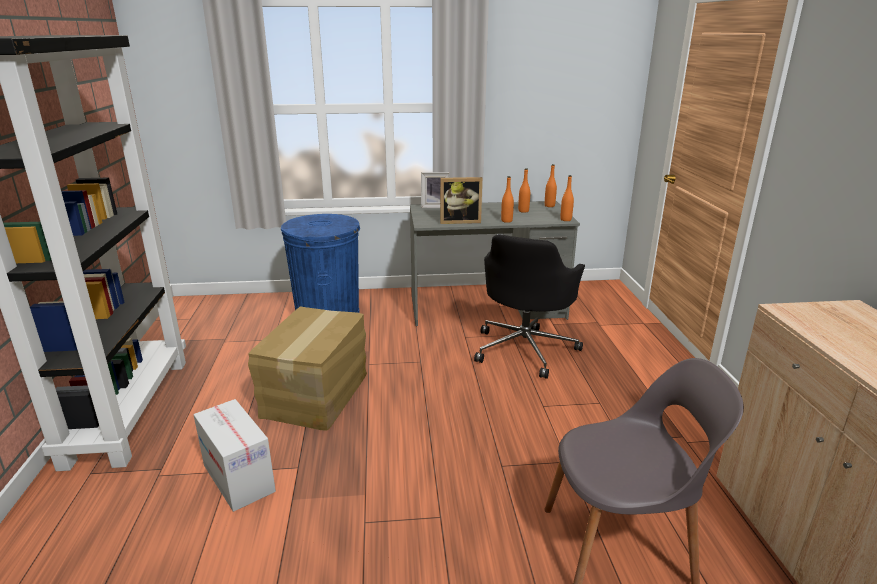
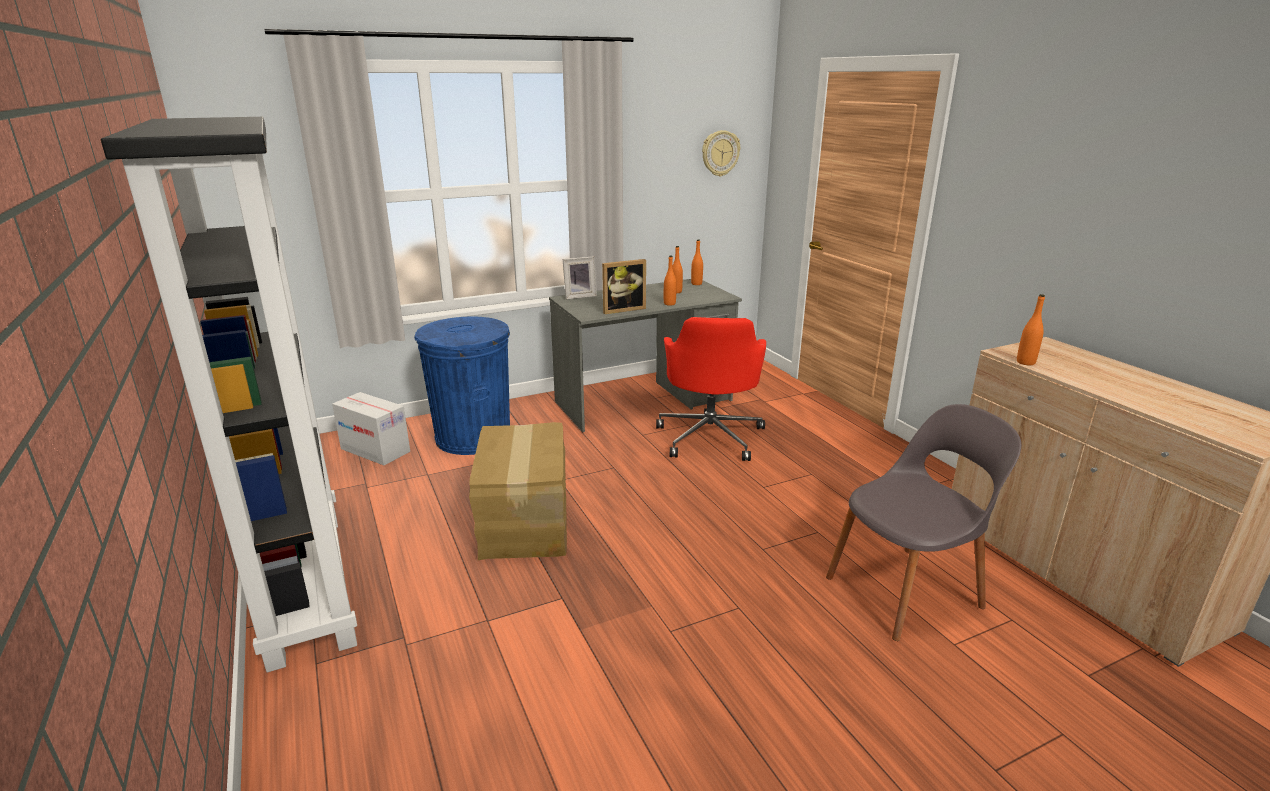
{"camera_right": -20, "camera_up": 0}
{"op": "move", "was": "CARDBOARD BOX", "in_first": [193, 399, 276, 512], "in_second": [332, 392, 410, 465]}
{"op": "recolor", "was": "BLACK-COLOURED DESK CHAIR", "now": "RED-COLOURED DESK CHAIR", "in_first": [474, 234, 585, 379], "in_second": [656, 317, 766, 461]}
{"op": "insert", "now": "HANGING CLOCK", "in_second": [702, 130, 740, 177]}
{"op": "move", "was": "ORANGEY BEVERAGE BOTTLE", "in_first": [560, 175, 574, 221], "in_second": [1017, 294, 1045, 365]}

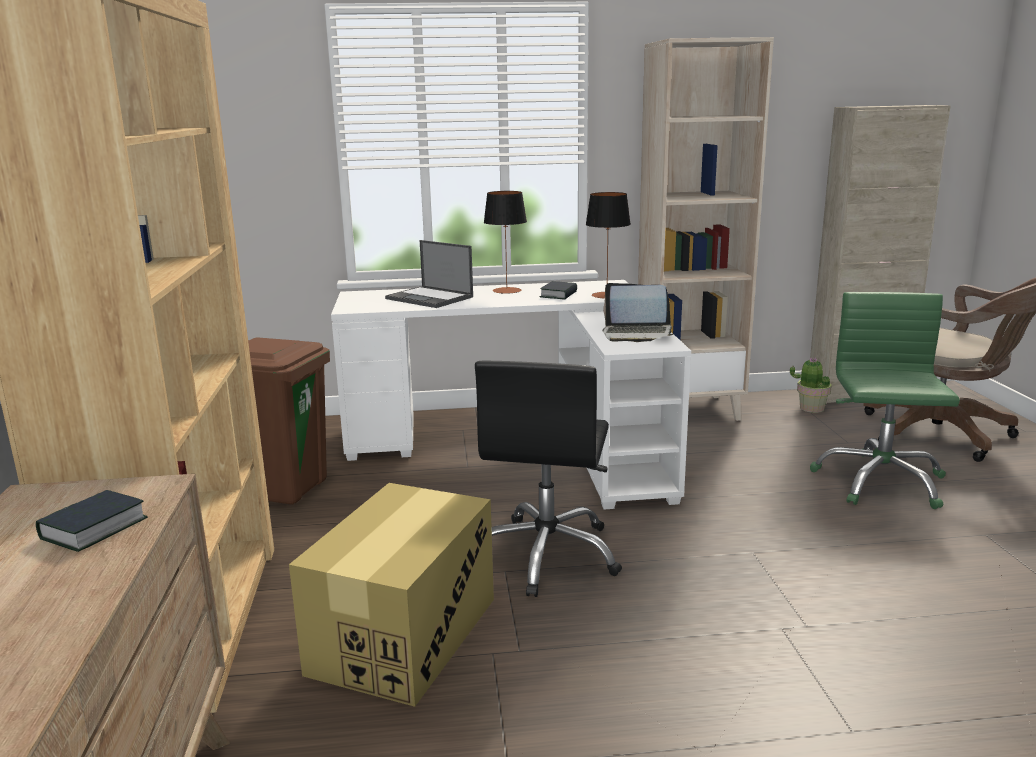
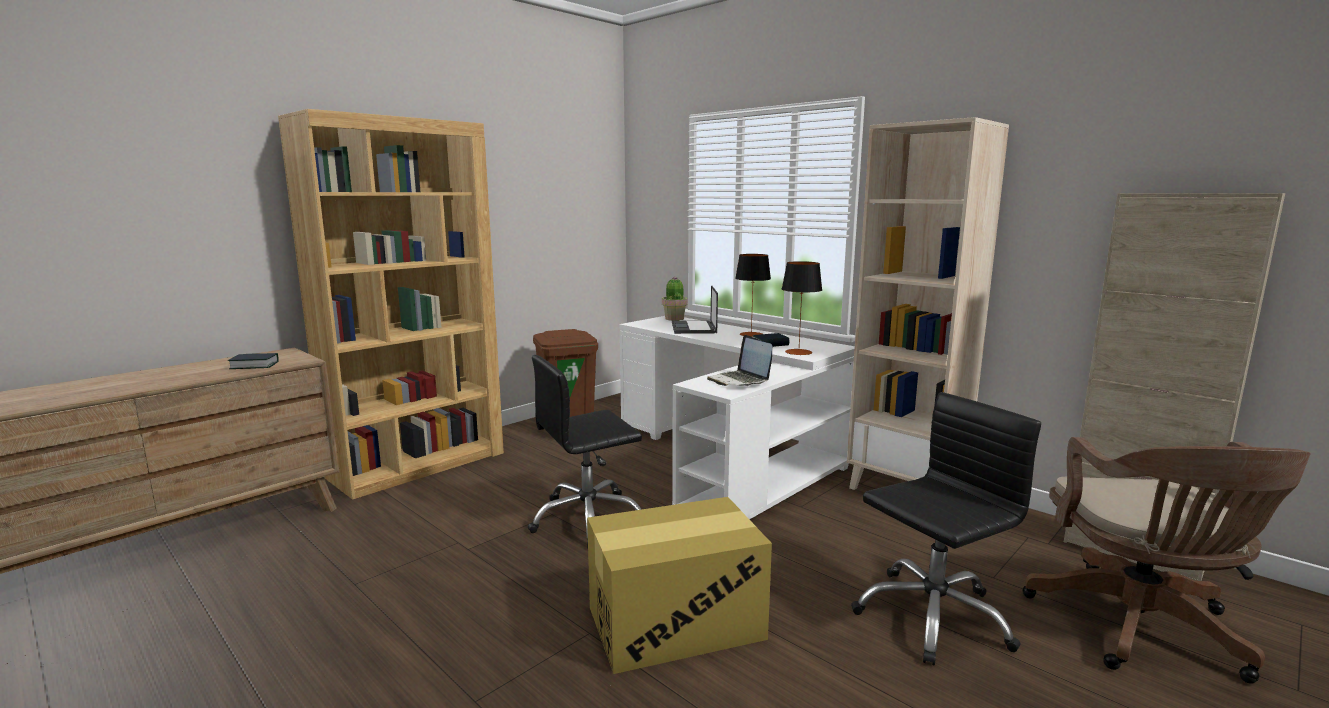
{"camera_right": 50, "camera_up": -5}
{"op": "move", "was": "CARDBOARD BOX", "in_first": [289, 483, 494, 707], "in_second": [587, 497, 772, 674]}
{"op": "move", "was": "HOUSEPLANT", "in_first": [790, 357, 832, 413], "in_second": [662, 277, 688, 321]}
{"op": "recolor", "was": "GREEN DESK CHAIR", "now": "BLACK-COLOURED DESK CHAIR", "in_first": [810, 292, 960, 509], "in_second": [851, 392, 1041, 665]}

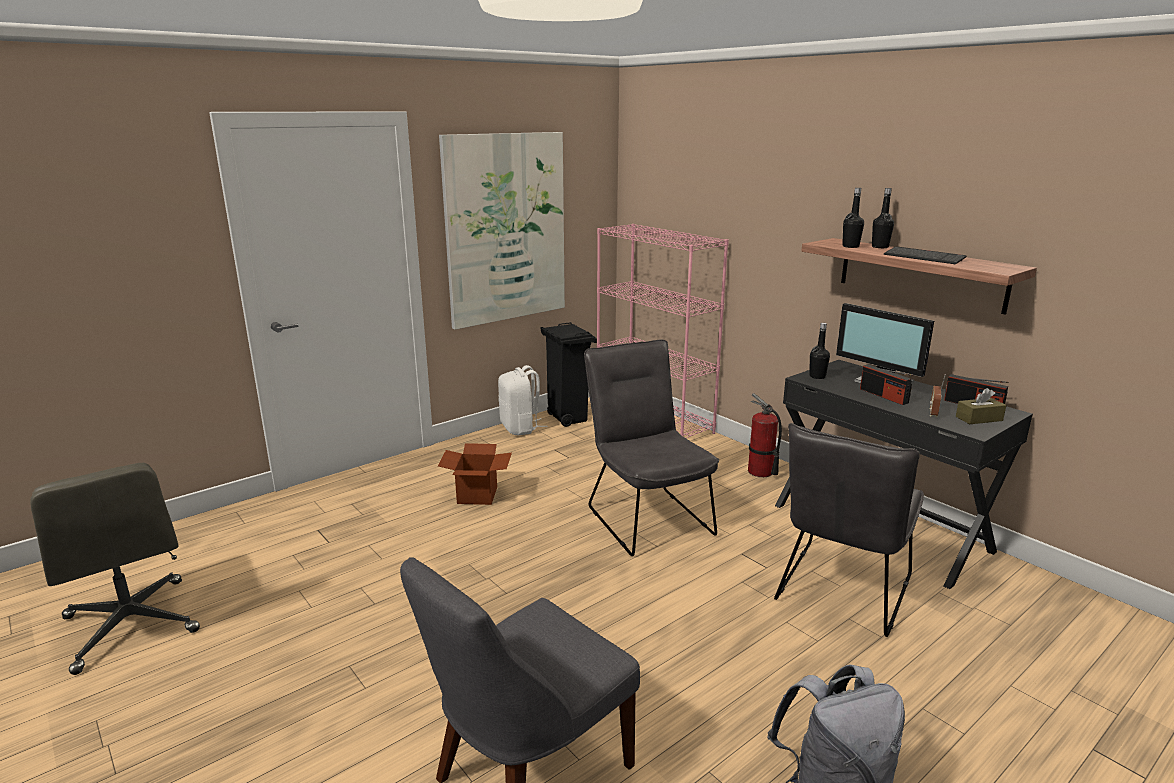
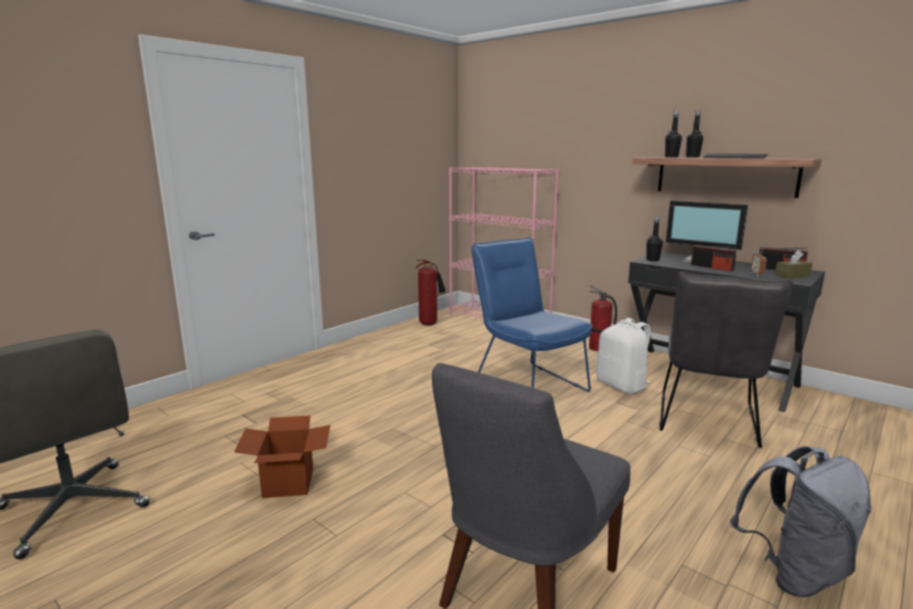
{"camera_right": -10, "camera_up": -5}
{"op": "move", "was": "CARDBOARD BOX", "in_first": [438, 443, 512, 505], "in_second": [234, 416, 330, 498]}
{"op": "replace", "was": "BLACK-COLOURED WASTE BIN", "now": "FIRE EXTINGUISHER", "in_first": [540, 322, 597, 427], "in_second": [416, 260, 446, 325]}
{"op": "recolor", "was": "GREYISH UPRIGHT CHAIR", "now": "BLUE UPRIGHT CHAIR", "in_first": [584, 340, 719, 556], "in_second": [472, 238, 593, 392]}
{"op": "move", "was": "WHITISH BACKPACK", "in_first": [498, 365, 548, 435], "in_second": [596, 318, 651, 394]}
{"op": "delete", "was": "WALL ART", "in_first": [439, 132, 565, 330]}

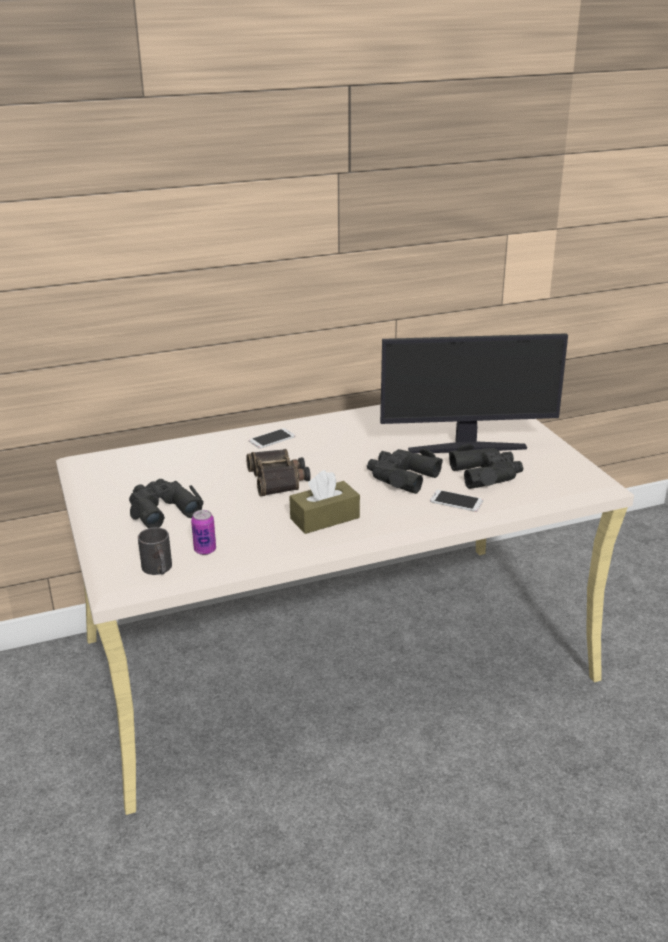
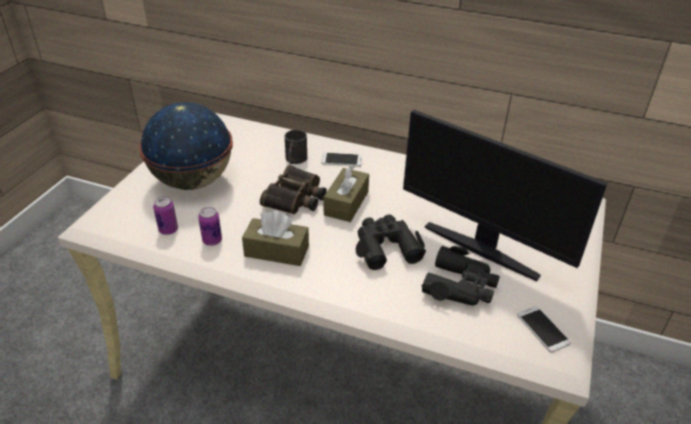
{"camera_right": 40, "camera_up": 10}
{"op": "replace", "was": "BLACK-COLOURED FIELD GLASSES", "now": "WORLD GLOBE", "in_first": [129, 479, 204, 528], "in_second": [139, 102, 233, 190]}
{"op": "insert", "now": "CAN", "in_second": [198, 207, 222, 246]}
{"op": "move", "was": "BLACK-COLOURED MUG", "in_first": [138, 527, 172, 575], "in_second": [285, 130, 307, 164]}
{"op": "insert", "now": "BROWNISH BOX OF TISSUES", "in_second": [324, 164, 369, 222]}
{"op": "move", "was": "HANDSET", "in_first": [430, 490, 483, 512], "in_second": [517, 306, 571, 353]}

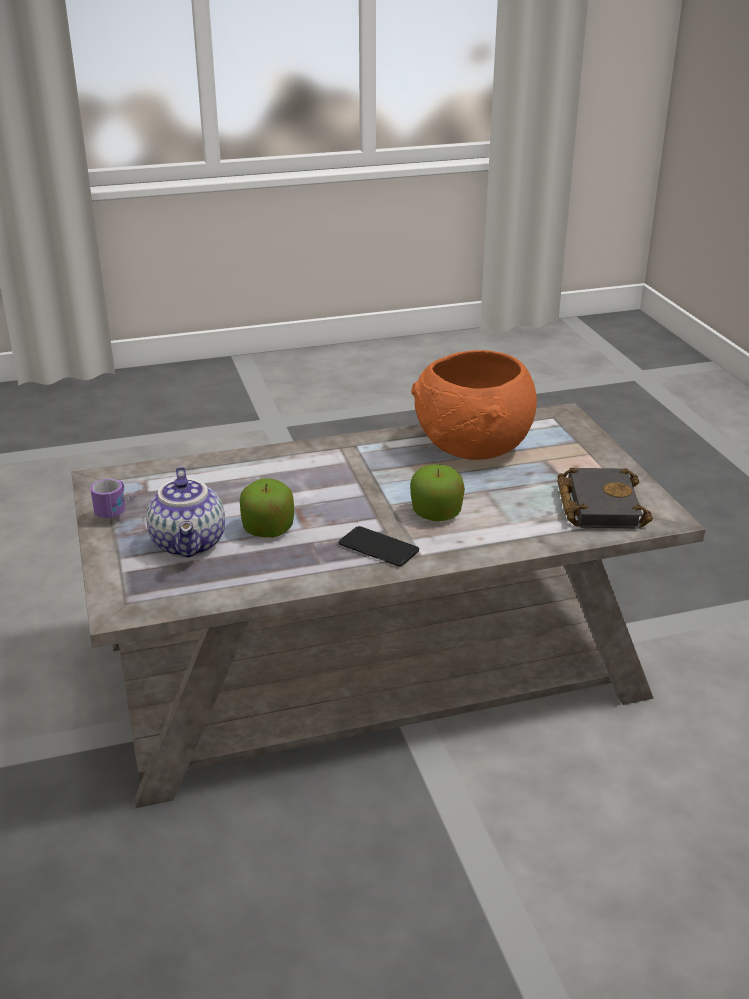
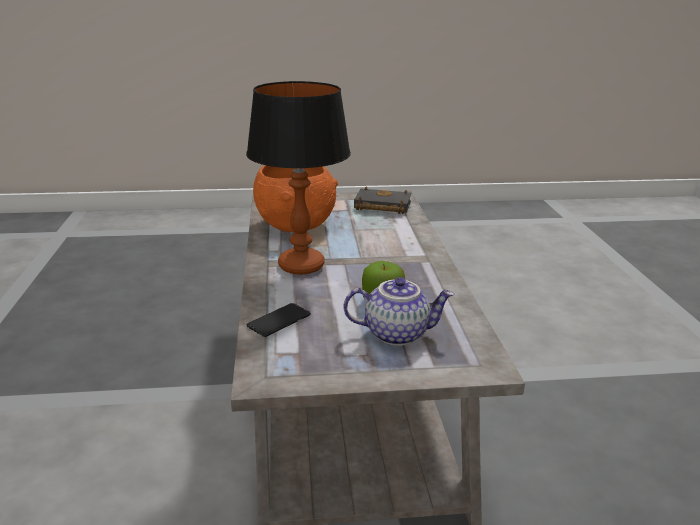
{"camera_right": -80, "camera_up": -5}
{"op": "insert", "now": "LAMP FOR A TABLE", "in_second": [246, 81, 351, 275]}
{"op": "move", "was": "HANDSET", "in_first": [338, 526, 419, 566], "in_second": [247, 303, 311, 337]}
{"op": "delete", "was": "MUG", "in_first": [90, 479, 139, 518]}
{"op": "delete", "was": "APPLE FRUIT", "in_first": [410, 464, 465, 521]}

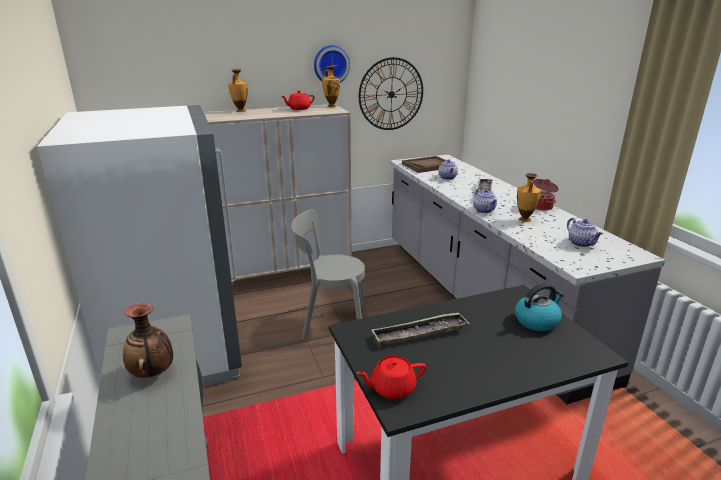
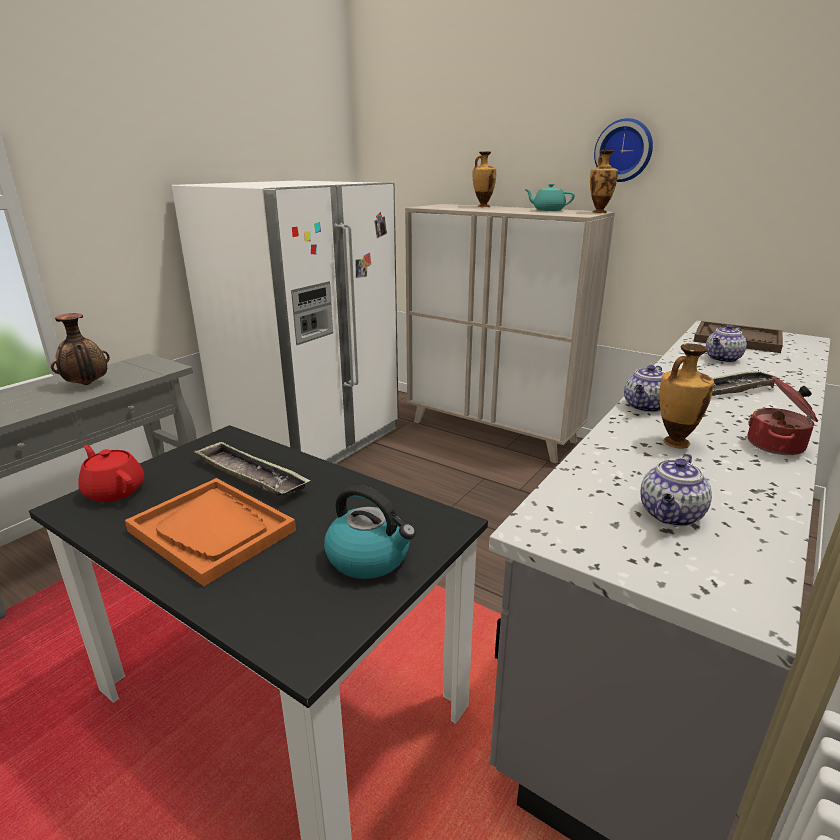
{"camera_right": 55, "camera_up": 0}
{"op": "insert", "now": "ORANGEY TRAY", "in_second": [125, 478, 296, 586]}
{"op": "recolor", "was": "RED-COLOURED TEA POT", "now": "TURQUOISE-COLOURED TEA POT", "in_first": [281, 91, 315, 110], "in_second": [525, 184, 575, 211]}
{"op": "delete", "was": "GREYISH UPRIGHT CHAIR", "in_first": [291, 210, 365, 340]}
{"op": "delete", "was": "HANGING CLOCK", "in_first": [359, 57, 423, 130]}

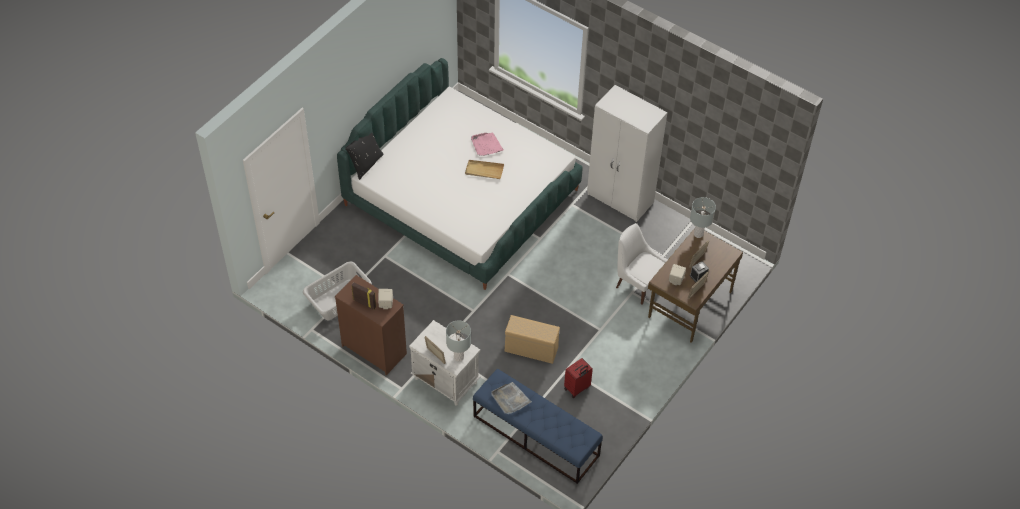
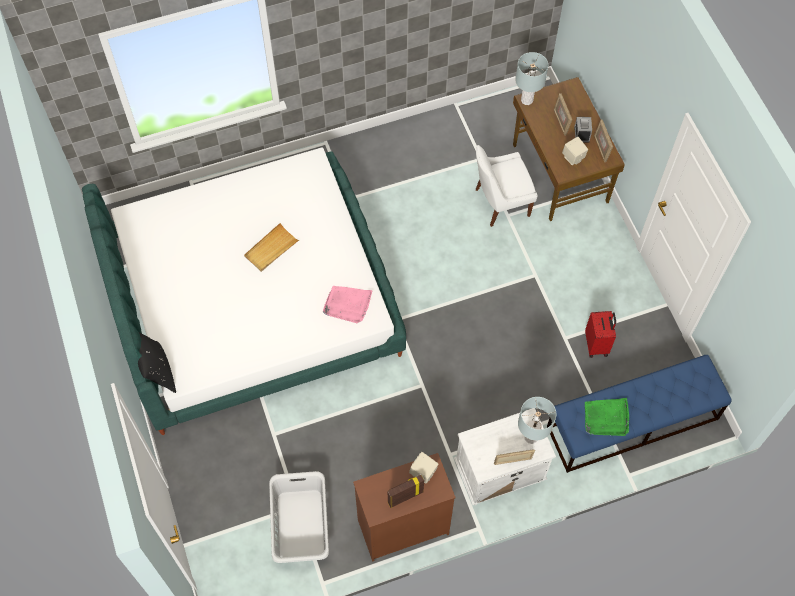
{"camera_right": -55, "camera_up": 10}
{"op": "move", "was": "PINK-COLOURED TRAY", "in_first": [471, 132, 504, 156], "in_second": [323, 286, 373, 323]}
{"op": "recolor", "was": "GREYISH TRAY", "now": "GREEN TRAY", "in_first": [491, 382, 532, 414], "in_second": [585, 398, 629, 436]}
{"op": "delete", "was": "BEIGE STORAGE BIN", "in_first": [505, 315, 560, 364]}
{"op": "delete", "was": "WHITISH WARDROBE", "in_first": [587, 85, 668, 222]}

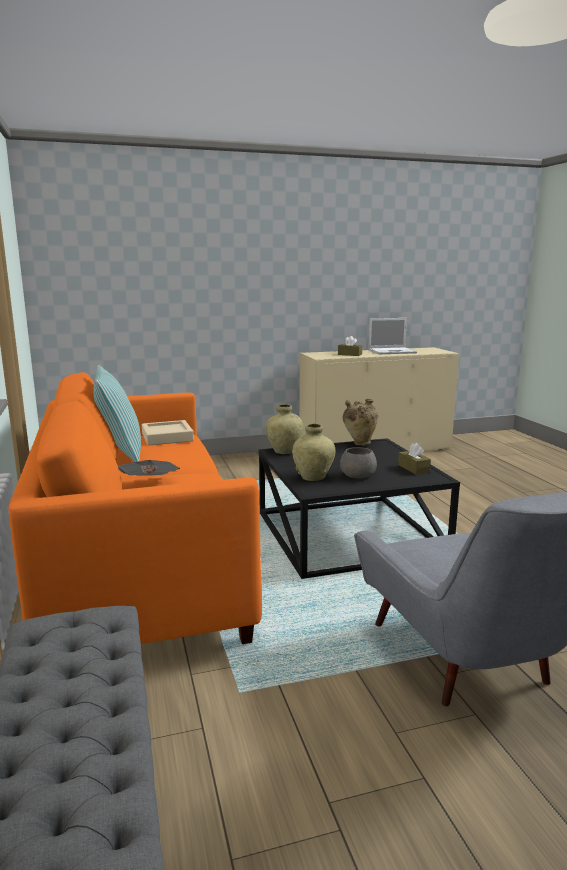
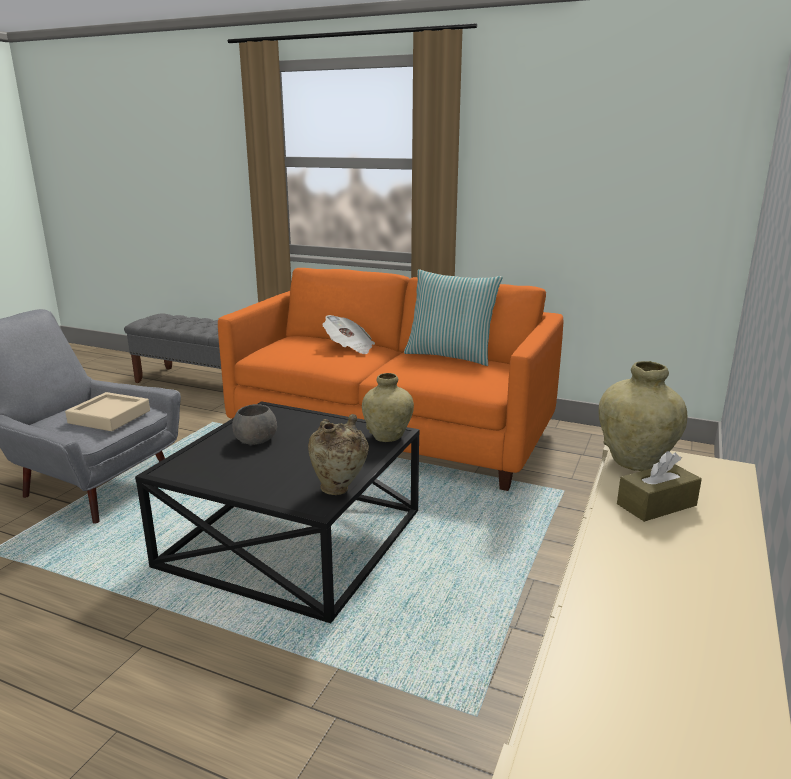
{"camera_right": 130, "camera_up": 5}
{"op": "move", "was": "BEIGE TRAY", "in_first": [142, 420, 194, 446], "in_second": [65, 392, 150, 431]}
{"op": "move", "was": "BEIGE FLOWER VASE", "in_first": [292, 424, 335, 481], "in_second": [599, 361, 687, 471]}
{"op": "delete", "was": "LAPTOP", "in_first": [368, 318, 417, 354]}
{"op": "delete", "was": "BROWNISH BOX OF TISSUES", "in_first": [398, 443, 431, 475]}

